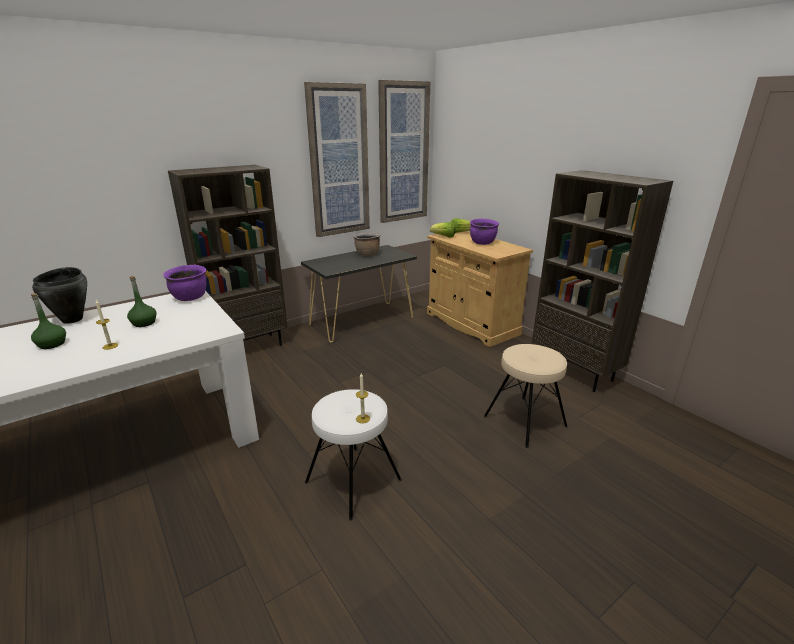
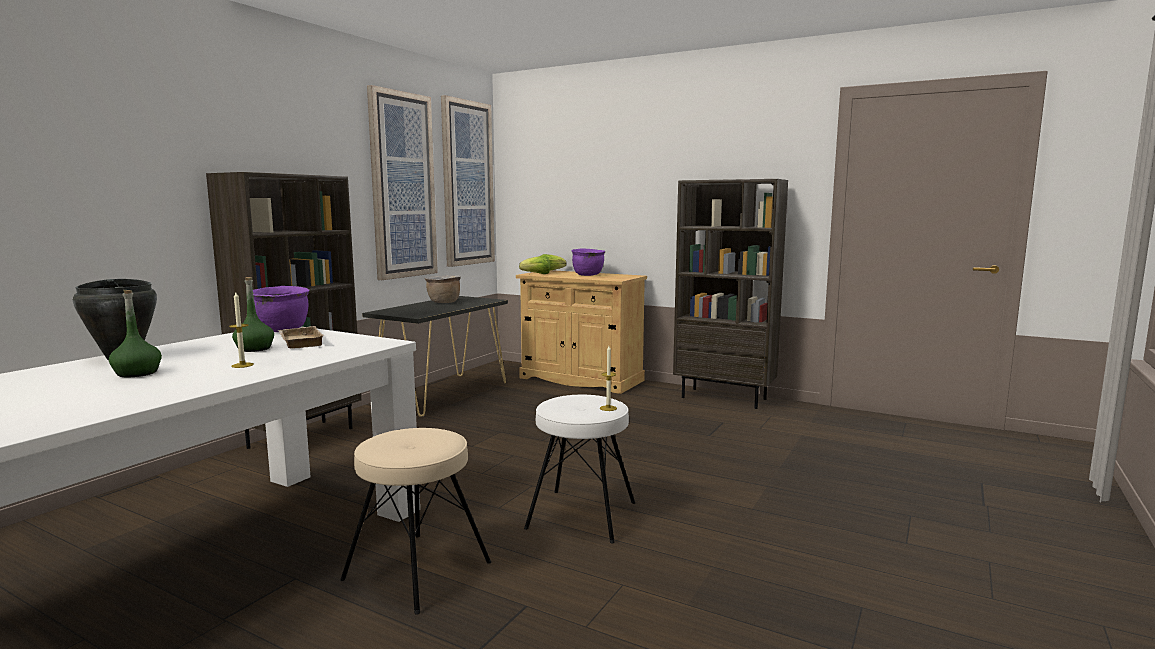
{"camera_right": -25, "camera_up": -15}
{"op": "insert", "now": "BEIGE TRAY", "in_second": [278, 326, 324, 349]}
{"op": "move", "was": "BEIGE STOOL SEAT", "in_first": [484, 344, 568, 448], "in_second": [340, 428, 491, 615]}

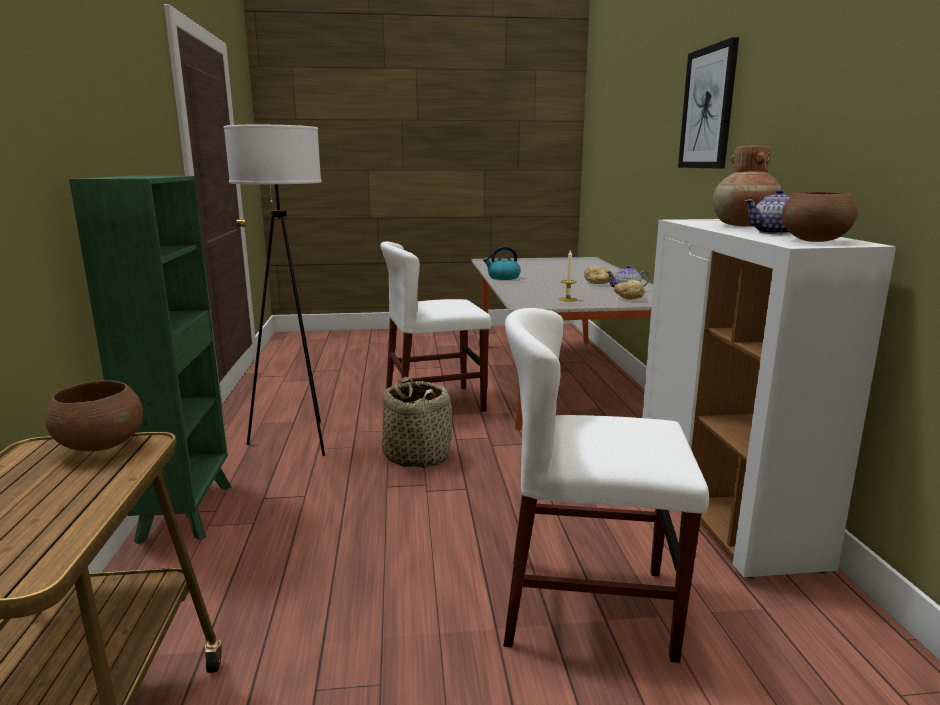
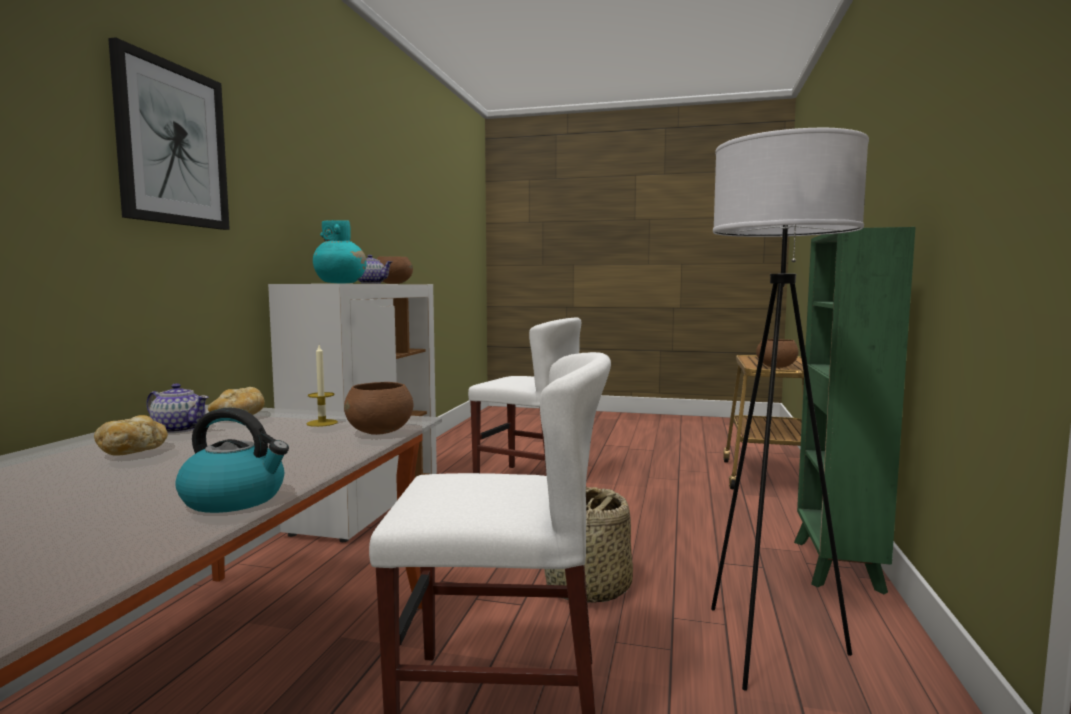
{"camera_right": -160, "camera_up": -10}
{"op": "recolor", "was": "BROWNISH FLOWER VASE", "now": "TURQUOISE-COLOURED FLOWER VASE", "in_first": [713, 145, 781, 227], "in_second": [313, 220, 367, 284]}
{"op": "insert", "now": "BROWNISH SERVING BOWL", "in_second": [344, 382, 414, 435]}

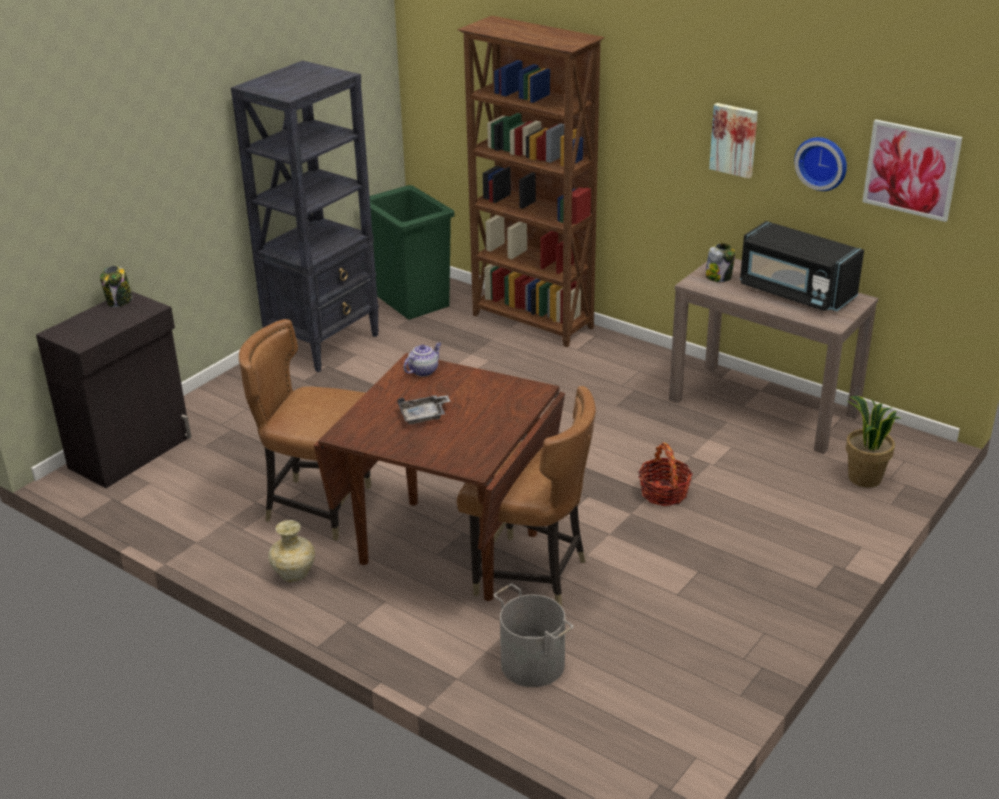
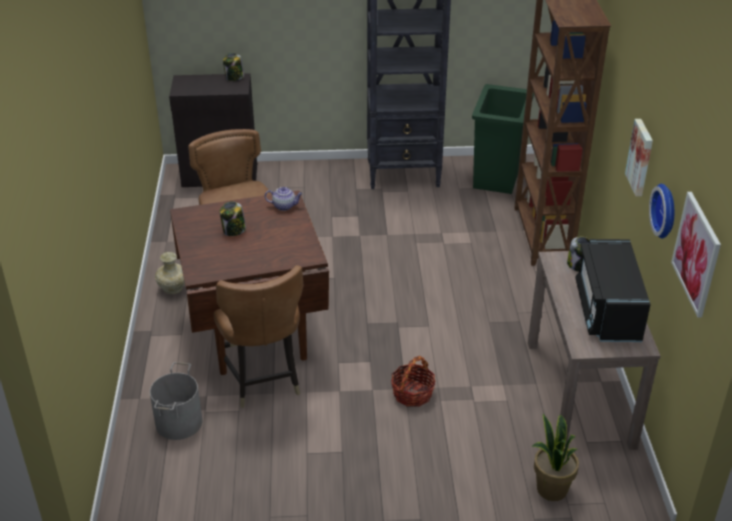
{"camera_right": 50, "camera_up": 5}
{"op": "replace", "was": "GREYISH TRAY", "now": "JAR", "in_first": [398, 395, 451, 425], "in_second": [220, 201, 246, 236]}

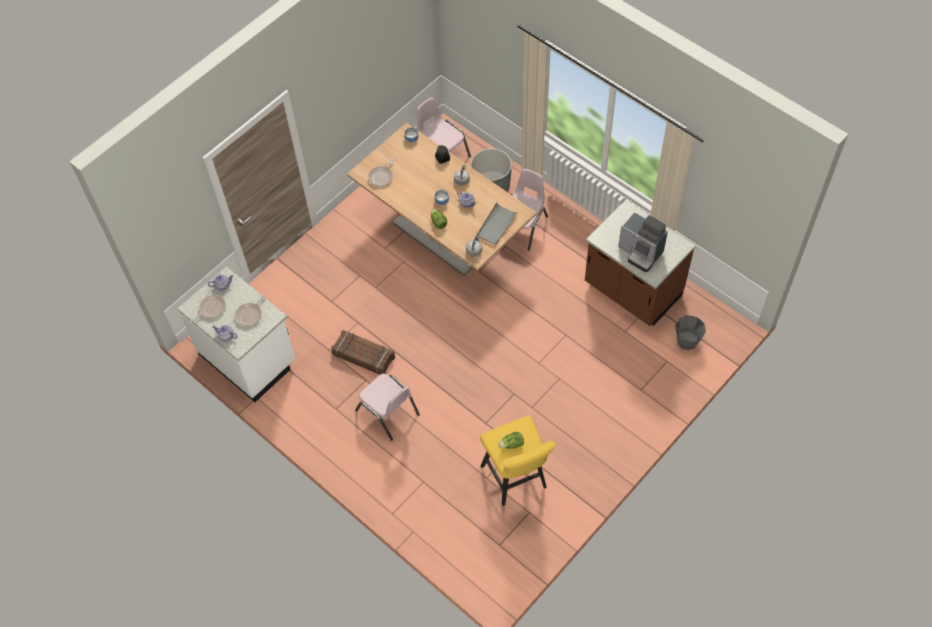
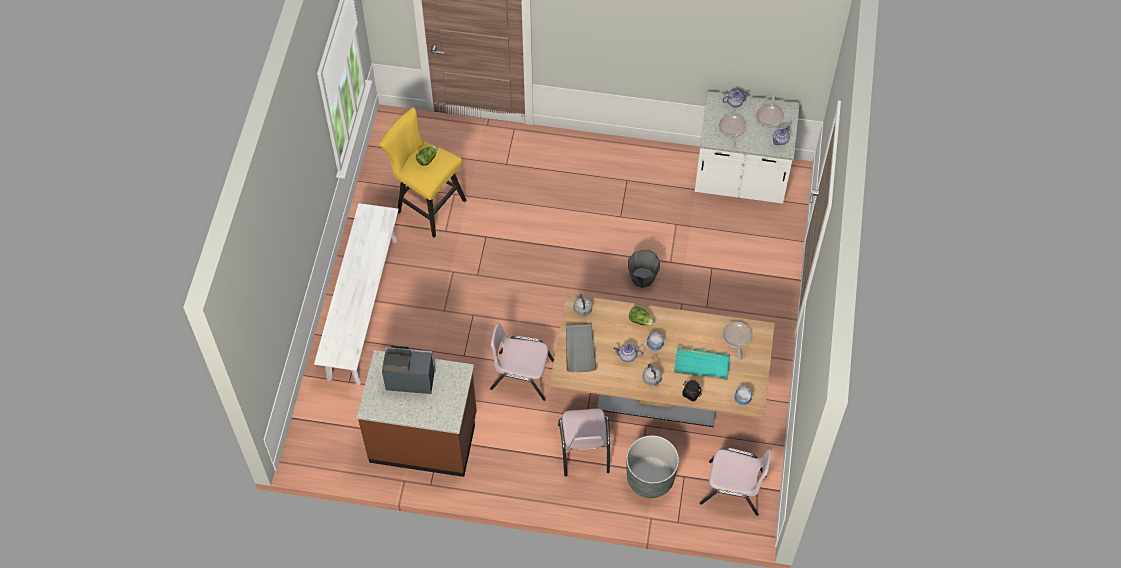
{"camera_right": 145, "camera_up": 0}
{"op": "insert", "now": "WHITISH INDOOR BENCH", "in_second": [314, 203, 399, 385]}
{"op": "move", "was": "PINK-COLOURED UPRIGHT CHAIR", "in_first": [355, 373, 420, 441], "in_second": [490, 323, 554, 401]}
{"op": "move", "was": "GREYISH PAIL", "in_first": [675, 315, 706, 350], "in_second": [628, 249, 660, 288]}
{"op": "insert", "now": "TURQUOISE-COLOURED TRAY", "in_second": [674, 346, 730, 380]}
{"op": "delete", "was": "SHIPPING CRATE", "in_first": [331, 330, 395, 375]}

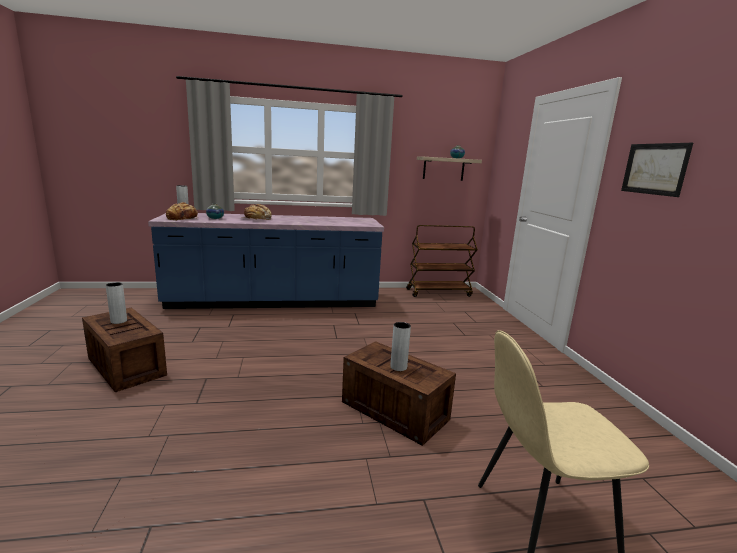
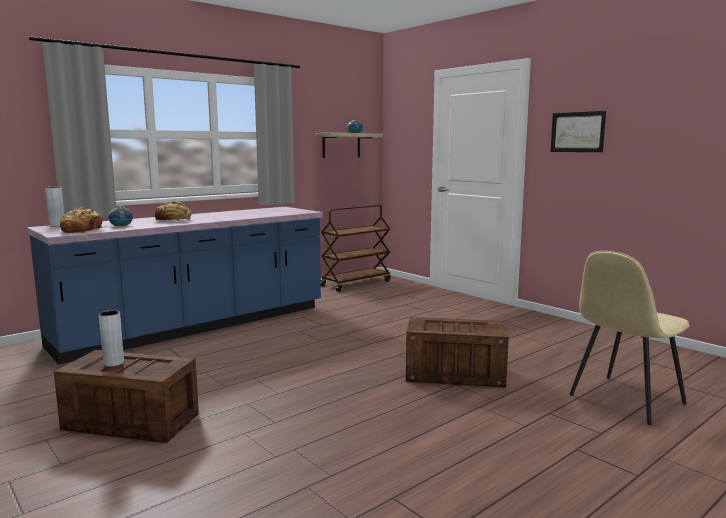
{"camera_right": -30, "camera_up": -5}
{"op": "delete", "was": "GREYISH FLOWER VASE", "in_first": [390, 322, 411, 371]}

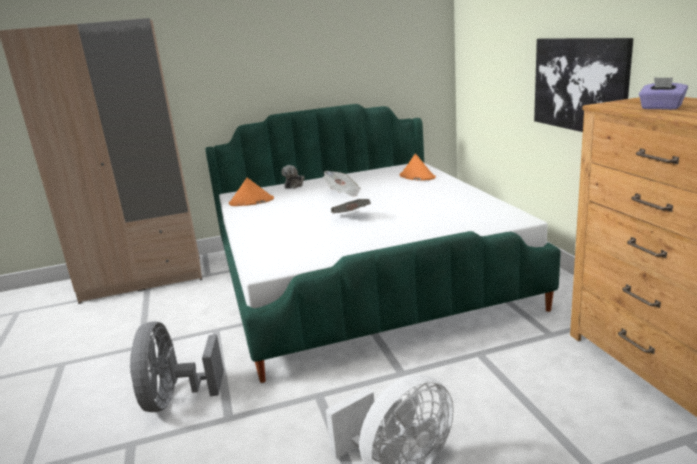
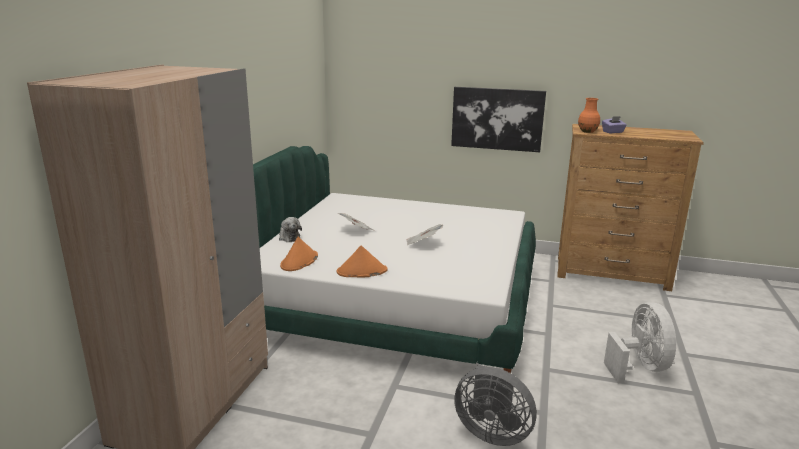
{"camera_right": -60, "camera_up": 0}
{"op": "move", "was": "ORANGEY CLOTHING HAT", "in_first": [400, 154, 436, 181], "in_second": [337, 246, 388, 278]}
{"op": "insert", "now": "ORANGEY FLOWER VASE", "in_second": [578, 98, 600, 133]}

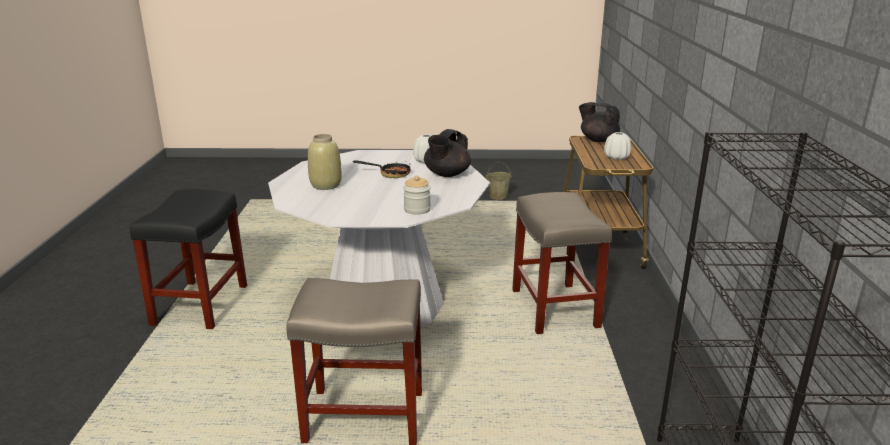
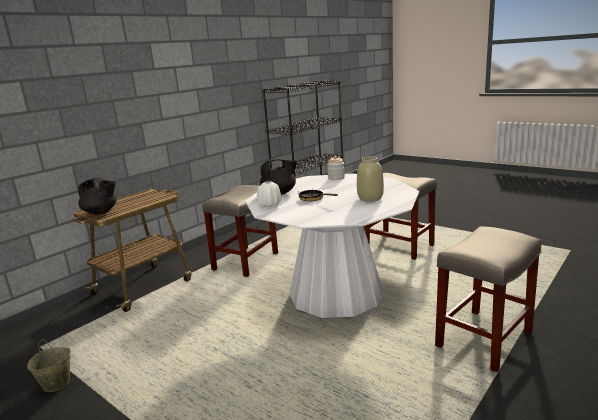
{"camera_right": -140, "camera_up": -5}
{"op": "rotate", "was": "BLACK-COLOURED TEA POT", "in_first": [579, 102, 620, 142], "in_second": [78, 178, 117, 214], "clockwise": -60}
{"op": "recolor", "was": "BLACK-COLOURED STOOL SEAT", "now": "BEIGE STOOL SEAT", "in_first": [130, 189, 247, 329], "in_second": [435, 226, 541, 372]}
{"op": "delete", "was": "WHITISH FLOWER VASE", "in_first": [604, 132, 631, 160]}

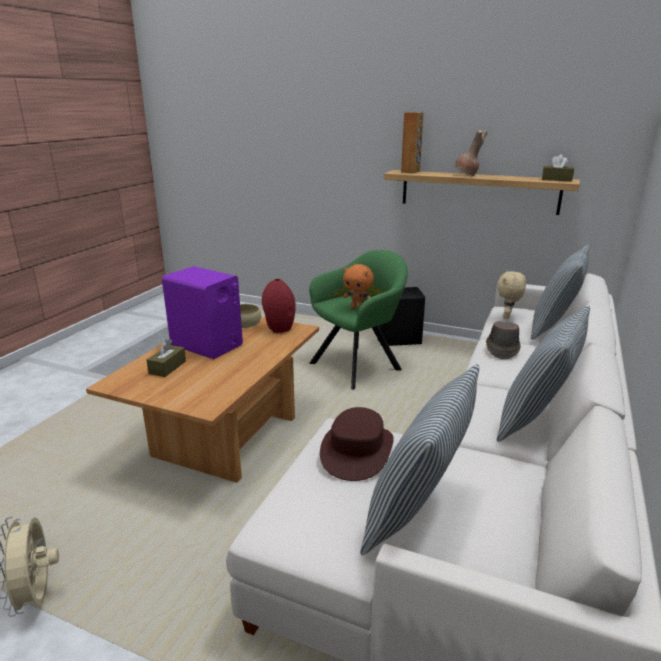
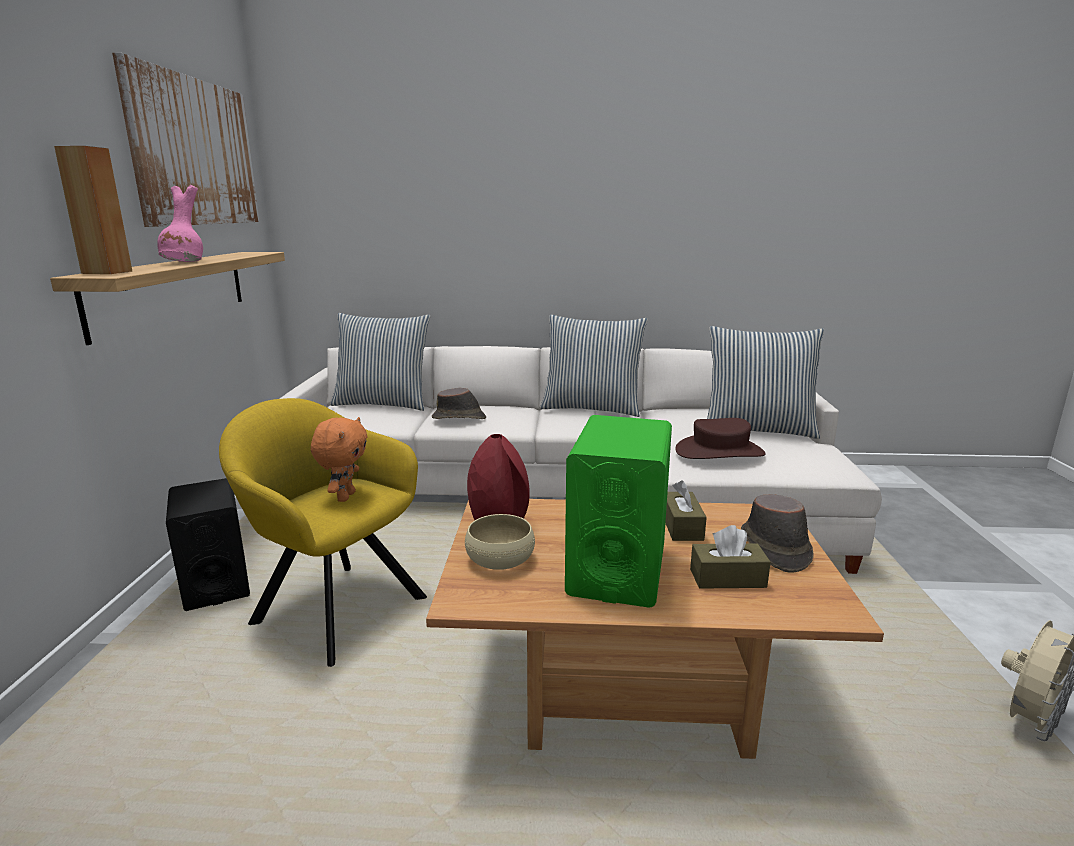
{"camera_right": -110, "camera_up": -5}
{"op": "insert", "now": "WALL ART", "in_second": [112, 53, 259, 227]}
{"op": "recolor", "was": "BROWNISH FLOWER VASE", "now": "PINK-COLOURED FLOWER VASE", "in_first": [454, 130, 487, 176], "in_second": [157, 185, 203, 262]}
{"op": "recolor", "was": "GREEN EASY CHAIR", "now": "YELLOWISH EASY CHAIR", "in_first": [309, 250, 408, 390], "in_second": [219, 398, 427, 667]}
{"op": "recolor", "was": "PURPLISH LOUDSPEAKER", "now": "GREEN LOUDSPEAKER", "in_first": [162, 266, 243, 359], "in_second": [565, 415, 672, 608]}
{"op": "move", "was": "BROWNISH BOX OF TISSUES", "in_first": [542, 155, 574, 181], "in_second": [666, 480, 707, 541]}
{"op": "insert", "now": "BROWNISH CLOTHING HAT", "in_second": [741, 494, 814, 573]}
{"op": "delete", "was": "BEIGE PLUSH TOY", "in_first": [497, 271, 526, 319]}

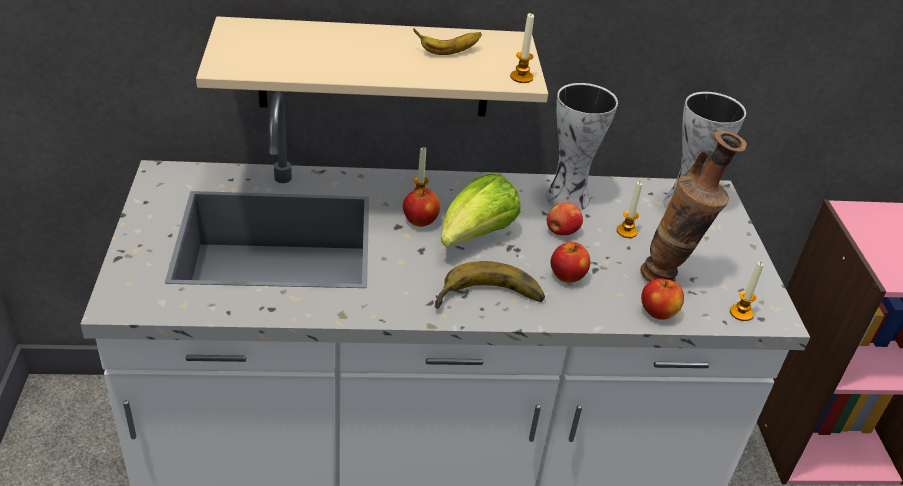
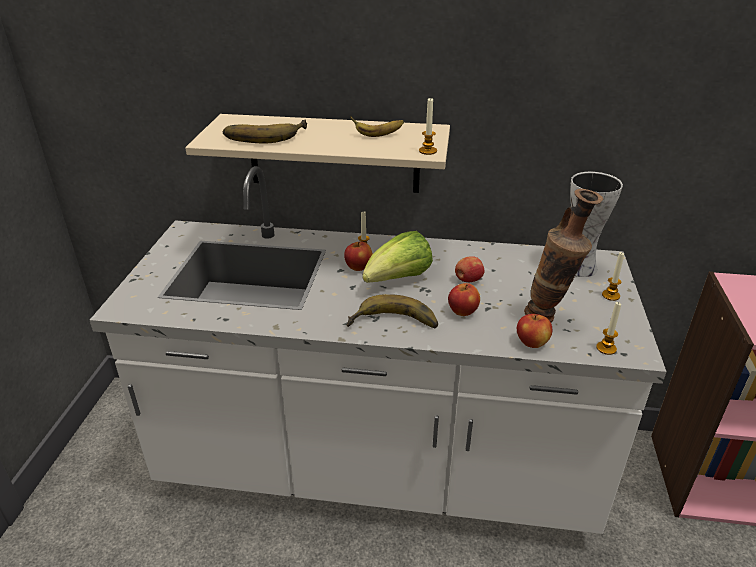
{"camera_right": 15, "camera_up": -5}
{"op": "insert", "now": "WHOLE BANANA", "in_second": [223, 119, 307, 143]}
{"op": "move", "was": "WAX CANDLE", "in_first": [617, 182, 642, 238], "in_second": [602, 252, 624, 301]}
{"op": "delete", "was": "FLOWER VASE", "in_first": [546, 83, 618, 211]}

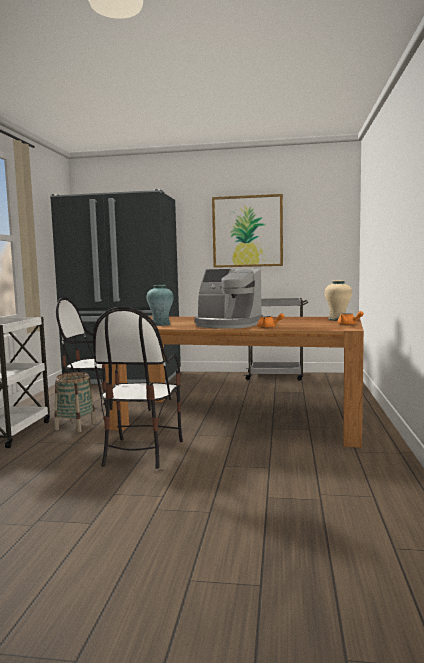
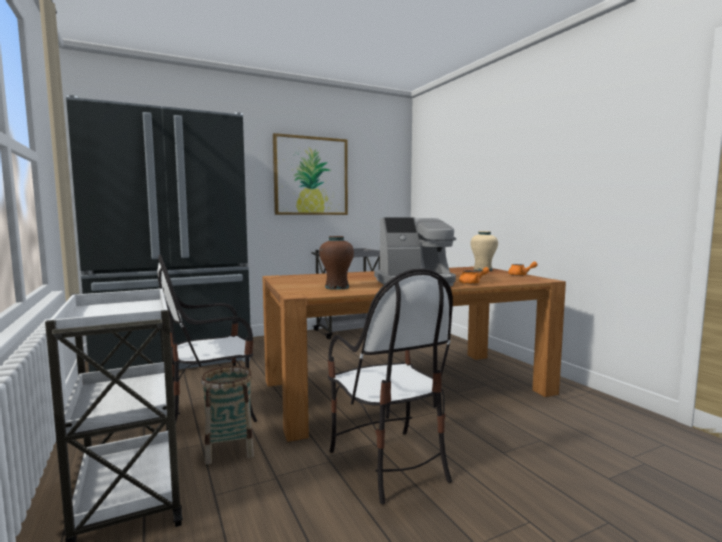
{"camera_right": -35, "camera_up": 0}
{"op": "recolor", "was": "TURQUOISE-COLOURED FLOWER VASE", "now": "BROWNISH FLOWER VASE", "in_first": [146, 285, 174, 326], "in_second": [319, 236, 354, 290]}

